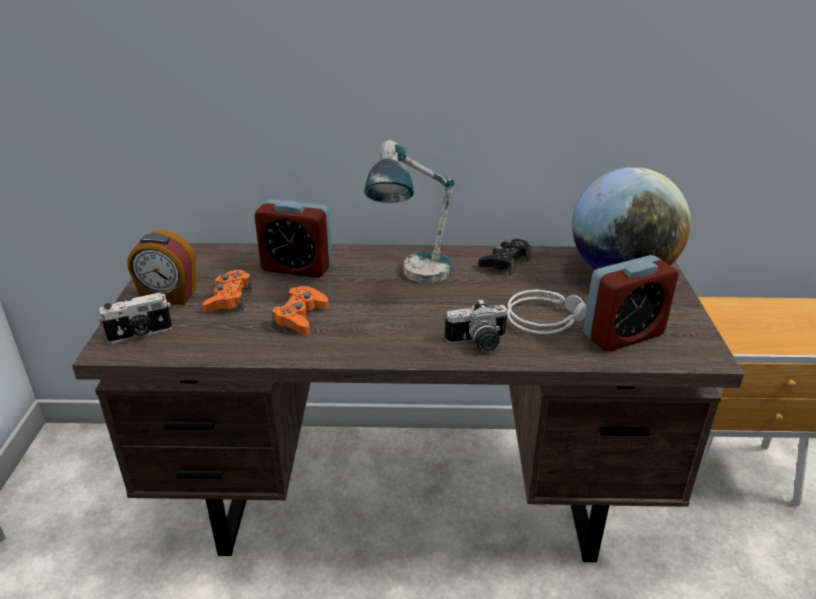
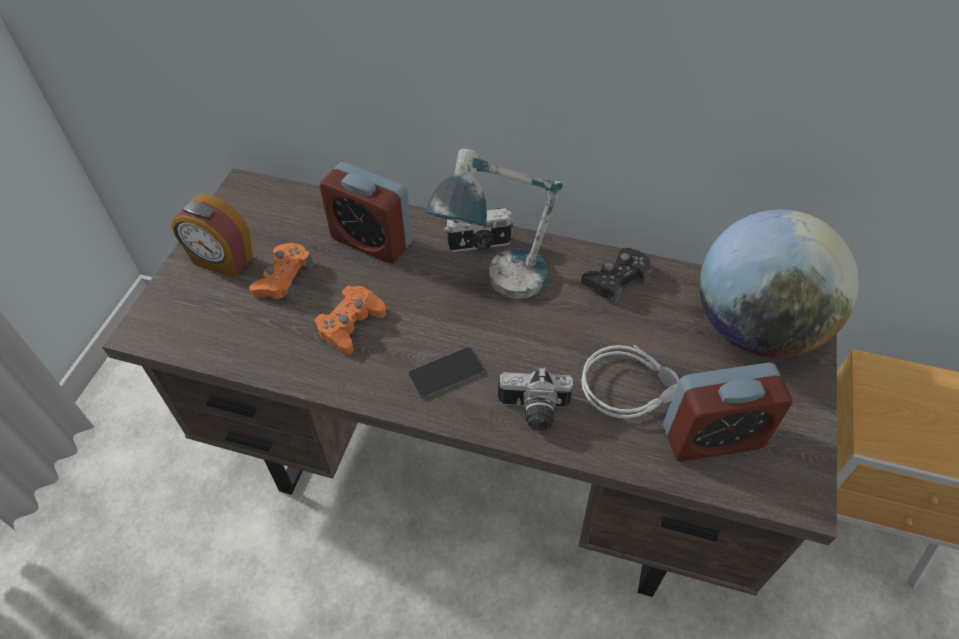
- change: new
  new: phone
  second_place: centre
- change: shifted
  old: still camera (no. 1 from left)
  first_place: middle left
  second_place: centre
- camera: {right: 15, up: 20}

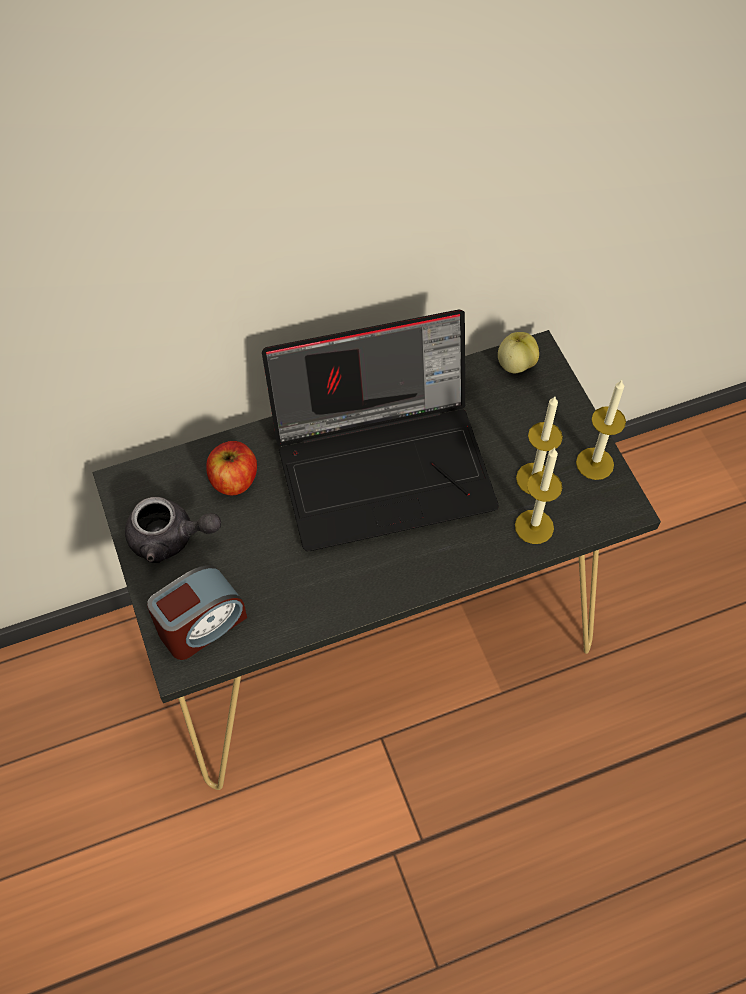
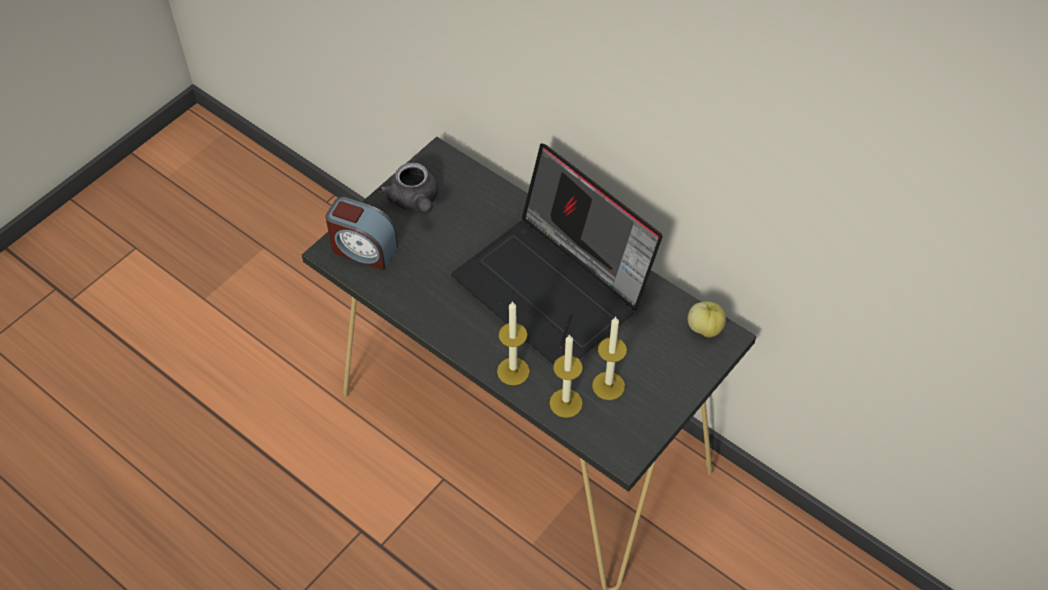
- change: gone
  old: whole apple (no. 1 from left)
  first_place: middle left
- change: shifted
  old: candle (no. 3 from left in the first image)
  new: candle (no. 1 from left)
  first_place: middle right
  second_place: centre
- camera: {right: 60, up: -5}

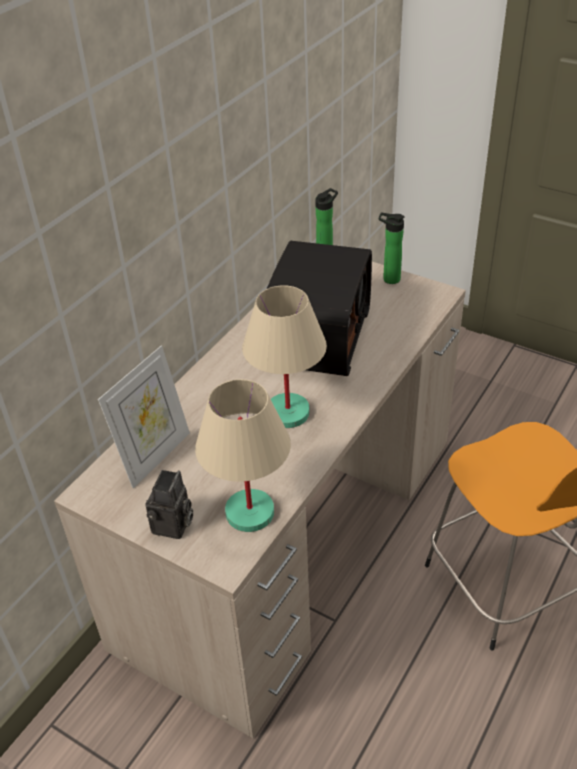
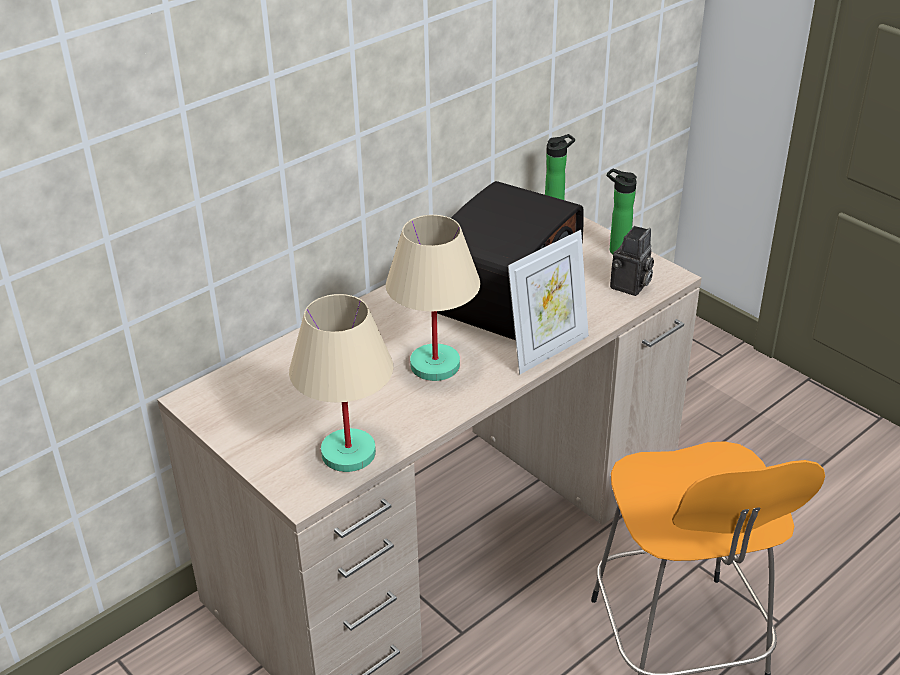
- change: shifted
  old: photo frame
  first_place: middle left
  second_place: centre
- change: shifted
  old: still camera
  first_place: middle left
  second_place: middle right
- camera: {right: 15, up: -5}

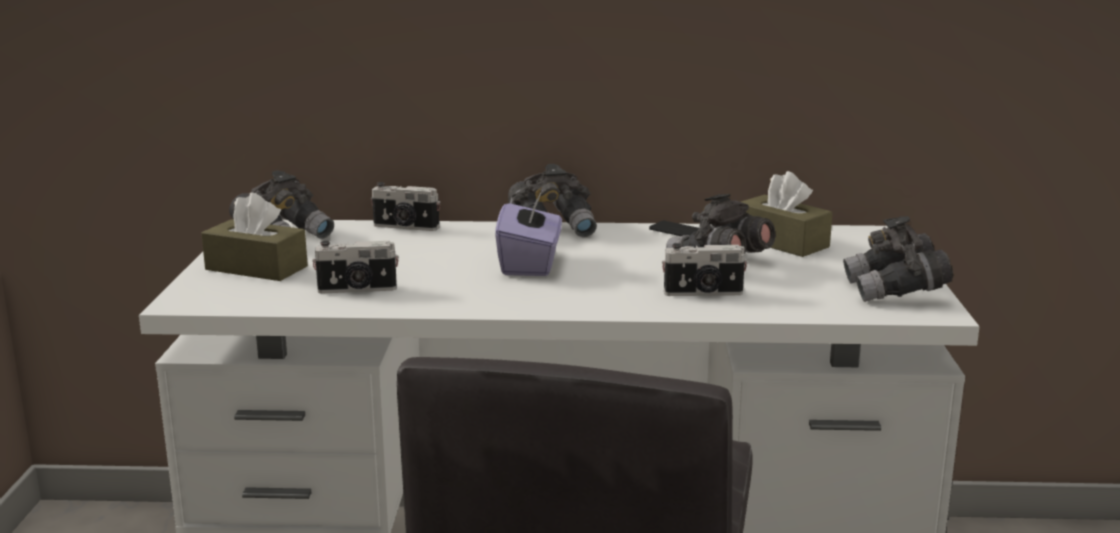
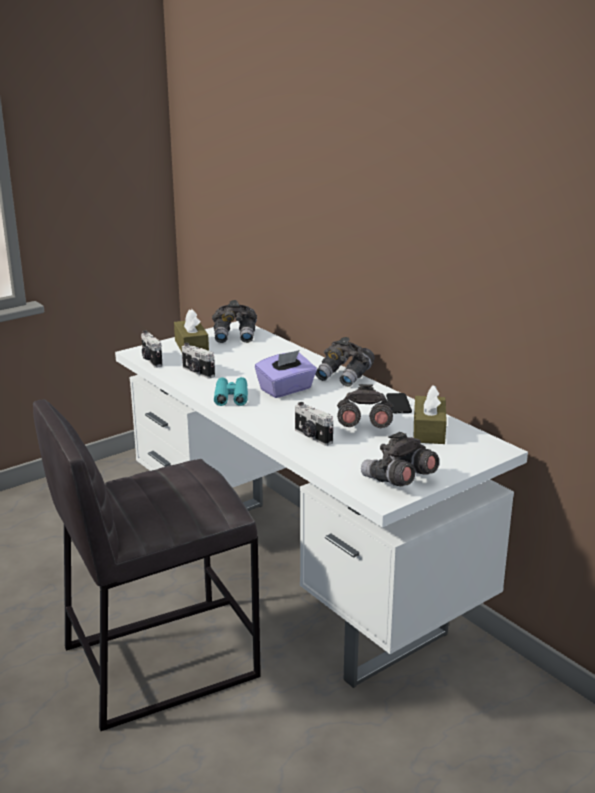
- change: new
  new: blue-green field glasses
  second_place: centre
- change: shifted
  old: still camera (no. 2 from left in the first image)
  new: still camera (no. 1 from left)
  first_place: centre
  second_place: middle left
- camera: {right: 50, up: 5}

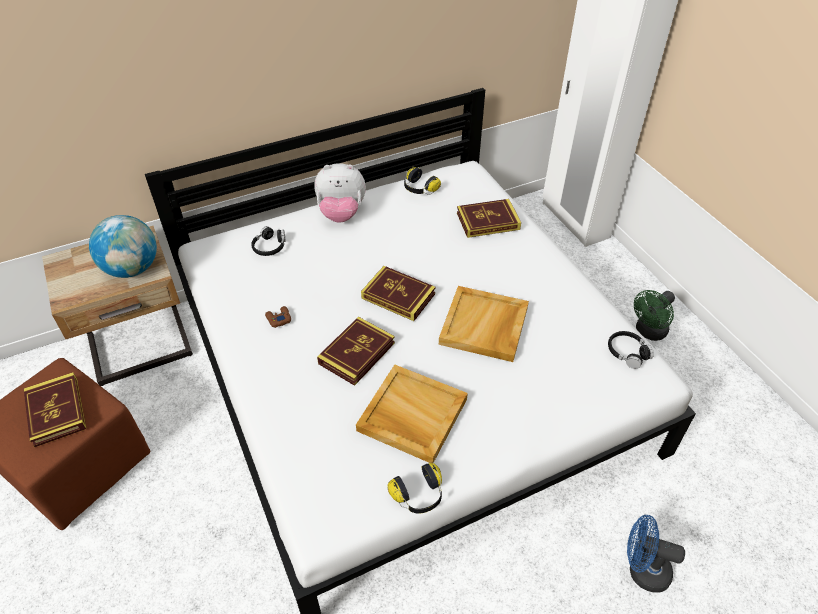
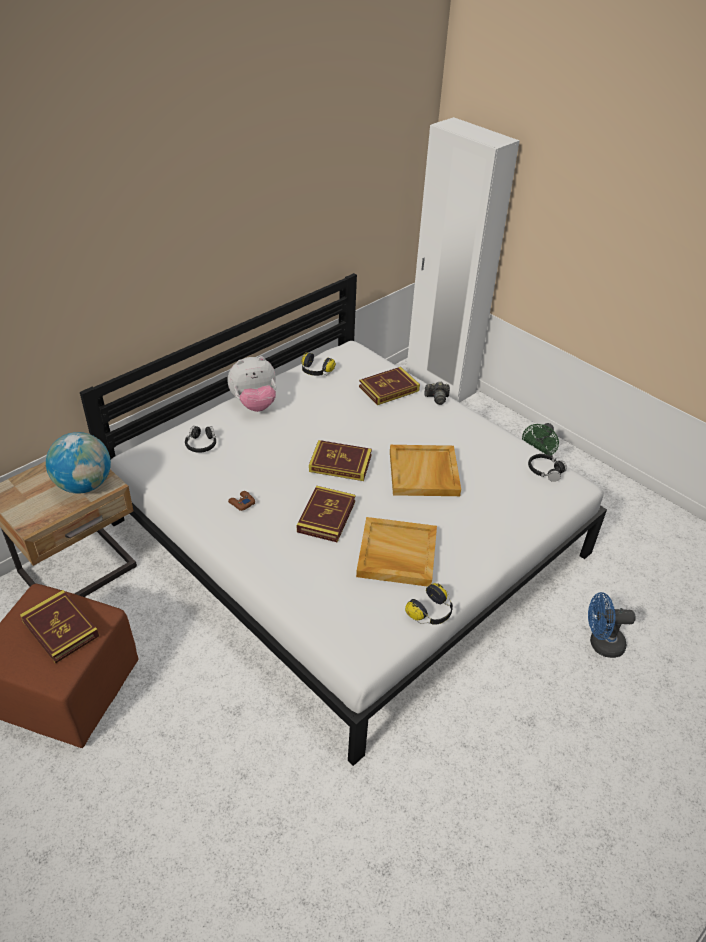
- change: new
  new: still camera
  second_place: centre
- camera: {right: -20, up: -5}

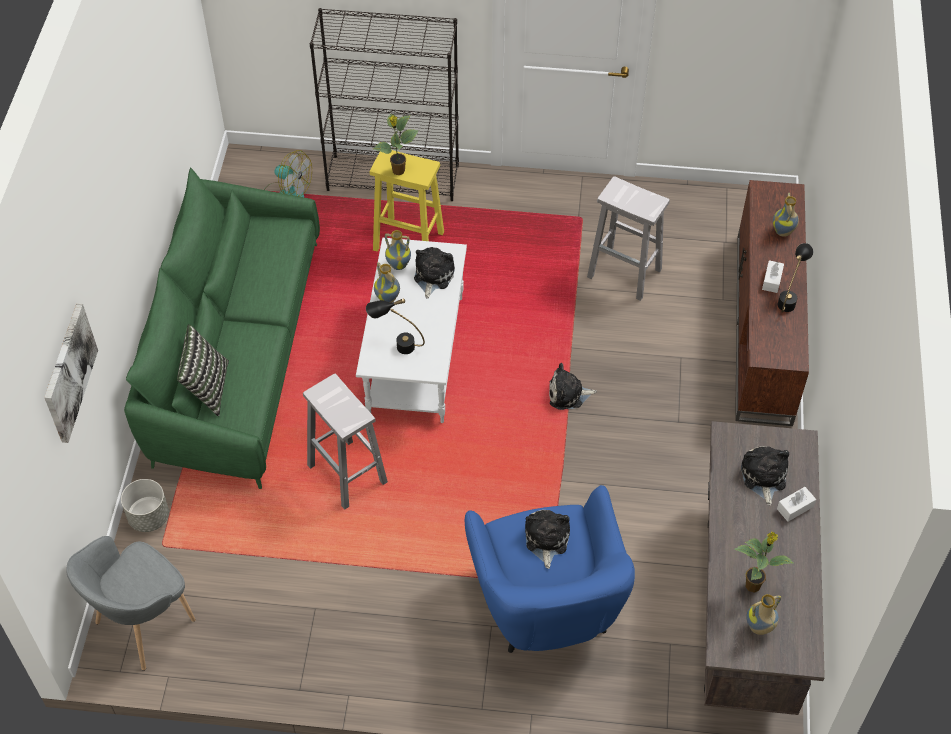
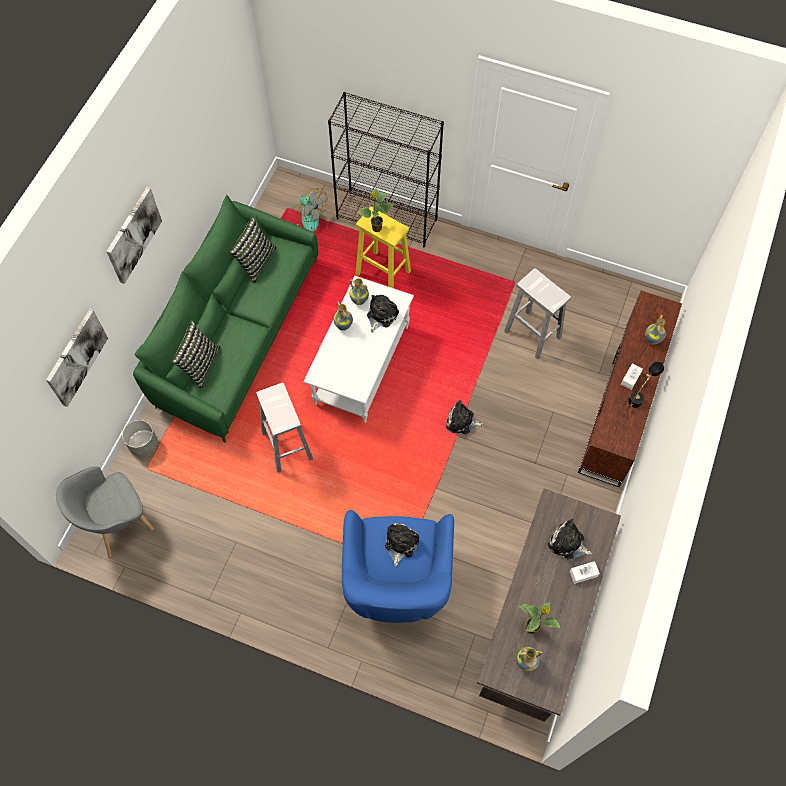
- change: gone
  old: blackish table lamp (no. 1 from left)
  first_place: centre
- change: new
  new: wall picture (no. 2 from left)
  second_place: top left
- change: new
  new: pillow (no. 2 from left)
  second_place: top left
- change: rotated
  old: plush toy (no. 4 from left)
  first_place: middle right
  second_place: bottom right
  degrees: -75
- camera: {right: 15, up: 10}

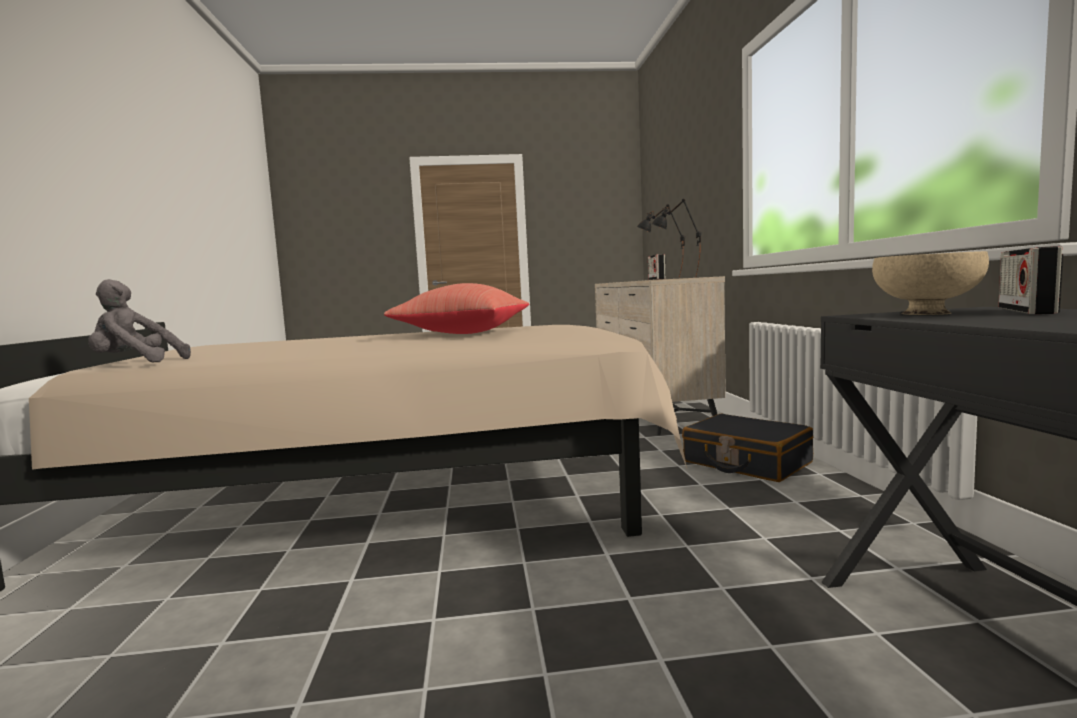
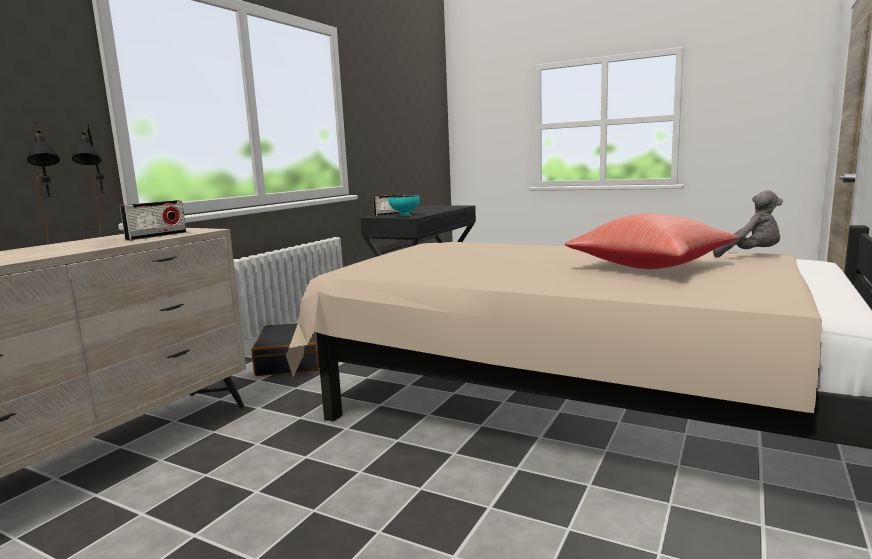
- change: shifted
  old: red pillow
  first_place: centre
  second_place: middle right
- change: repainted
  old: sand-coloured serving bowl
  new: blue-green serving bowl
  first_place: middle right
  second_place: centre
- camera: {right: -145, up: 5}

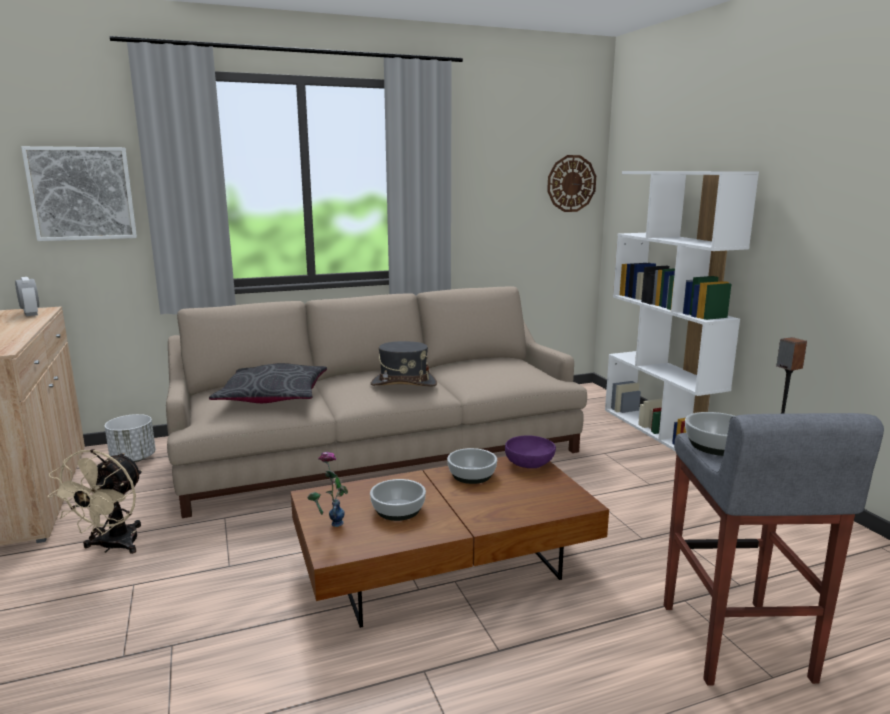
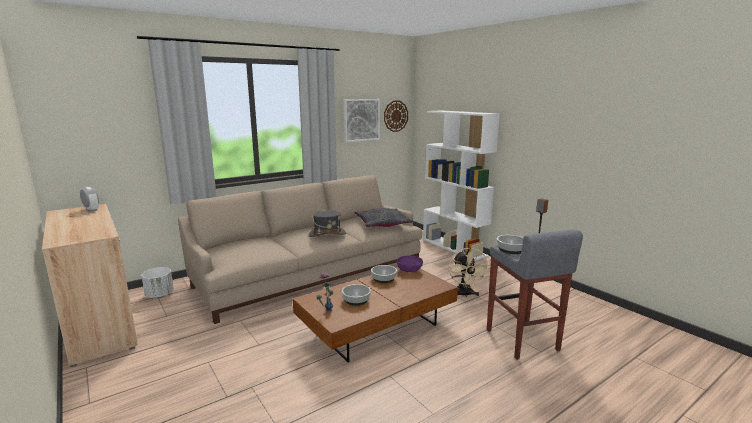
- change: shifted
  old: wall picture
  first_place: top left
  second_place: top centre
- change: shifted
  old: sand-coloured electric fan
  first_place: bottom left
  second_place: centre
- change: shifted
  old: greyish pillow
  first_place: middle left
  second_place: centre
- camera: {right: -15, up: 0}

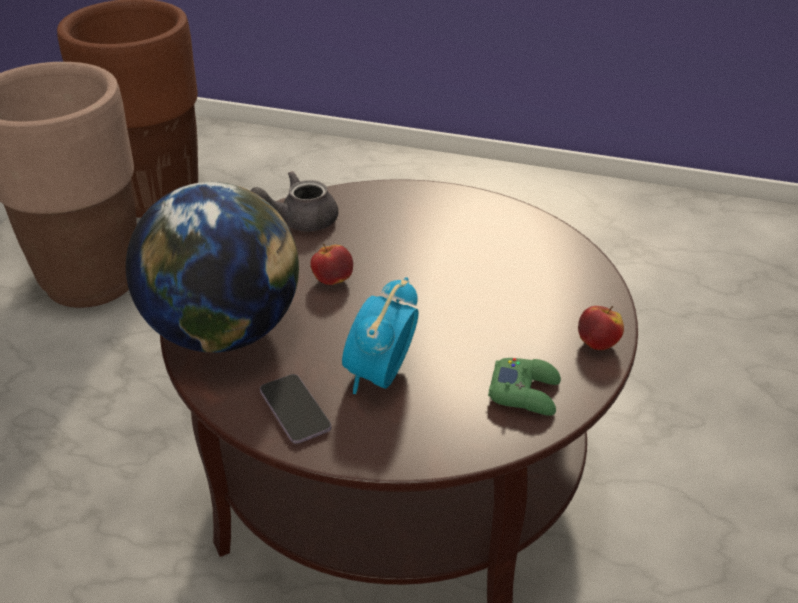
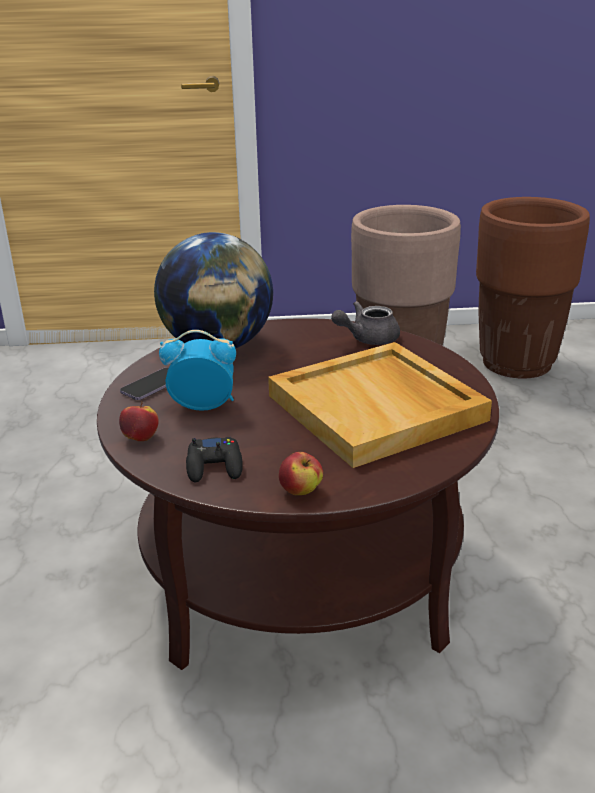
- change: new
  new: sand-coloured serving tray
  second_place: centre
- change: shifted
  old: whole apple (no. 1 from left)
  first_place: centre
  second_place: middle left
- change: repainted
  old: greenish game controller
  new: blackish game controller
  first_place: centre
  second_place: centre
- change: rotated
  old: greyish tea pot
  first_place: centre
  second_place: centre
  degrees: -75
- camera: {right: 70, up: -10}

